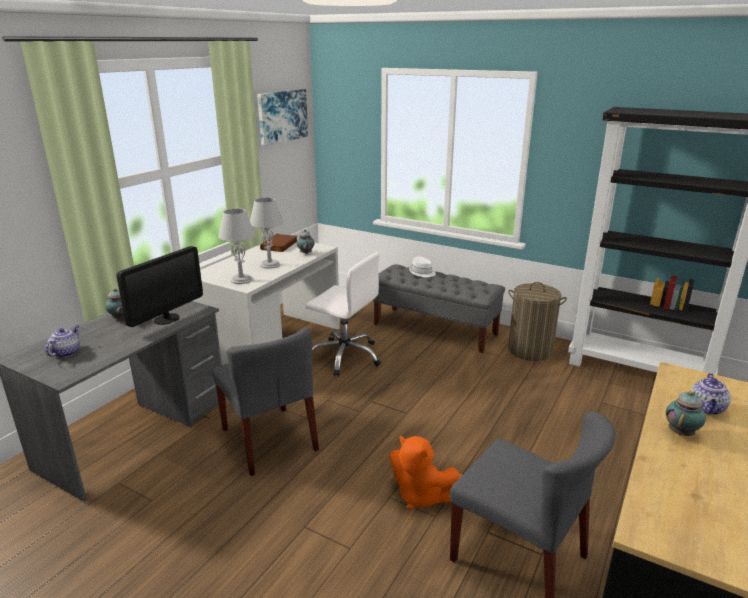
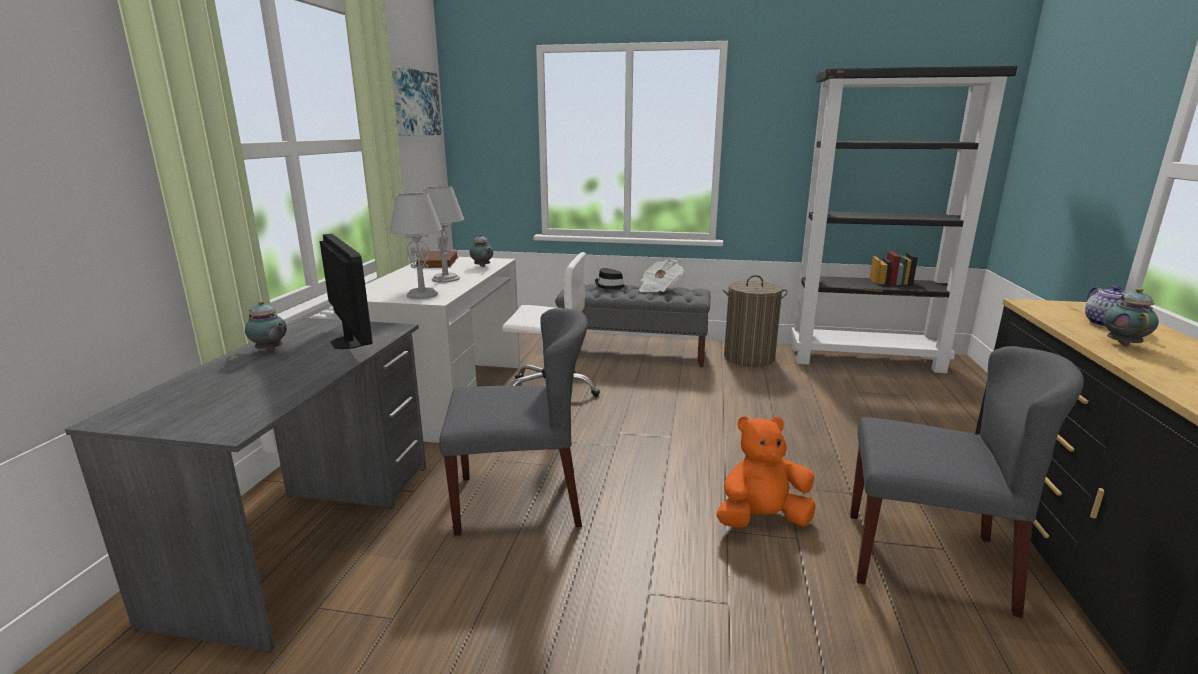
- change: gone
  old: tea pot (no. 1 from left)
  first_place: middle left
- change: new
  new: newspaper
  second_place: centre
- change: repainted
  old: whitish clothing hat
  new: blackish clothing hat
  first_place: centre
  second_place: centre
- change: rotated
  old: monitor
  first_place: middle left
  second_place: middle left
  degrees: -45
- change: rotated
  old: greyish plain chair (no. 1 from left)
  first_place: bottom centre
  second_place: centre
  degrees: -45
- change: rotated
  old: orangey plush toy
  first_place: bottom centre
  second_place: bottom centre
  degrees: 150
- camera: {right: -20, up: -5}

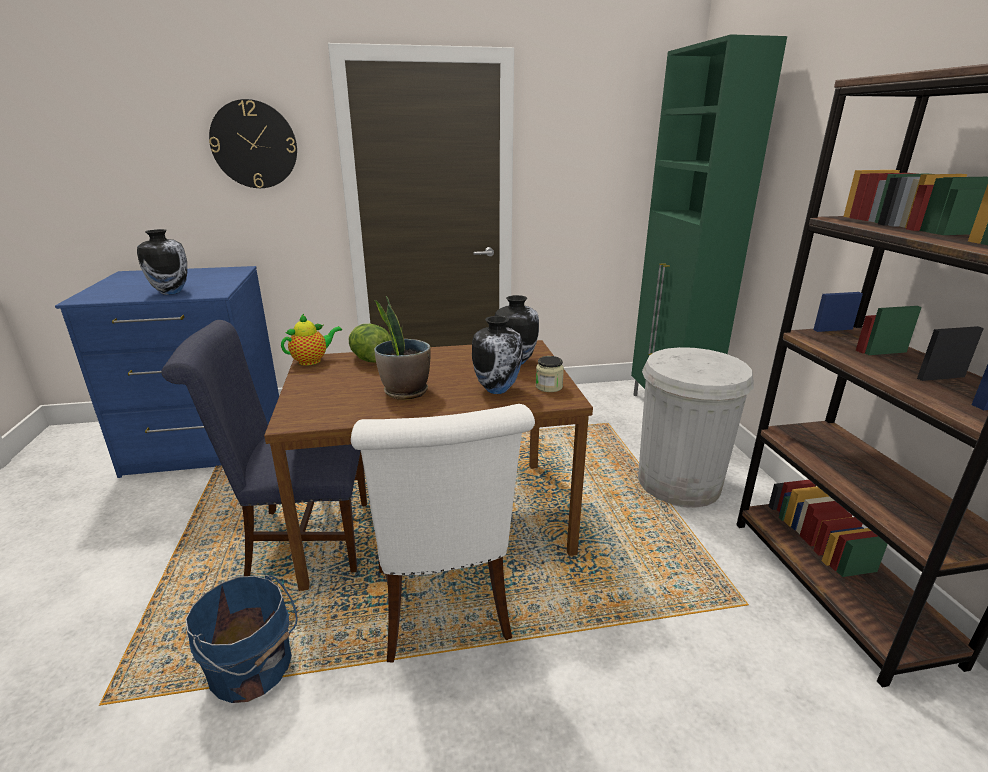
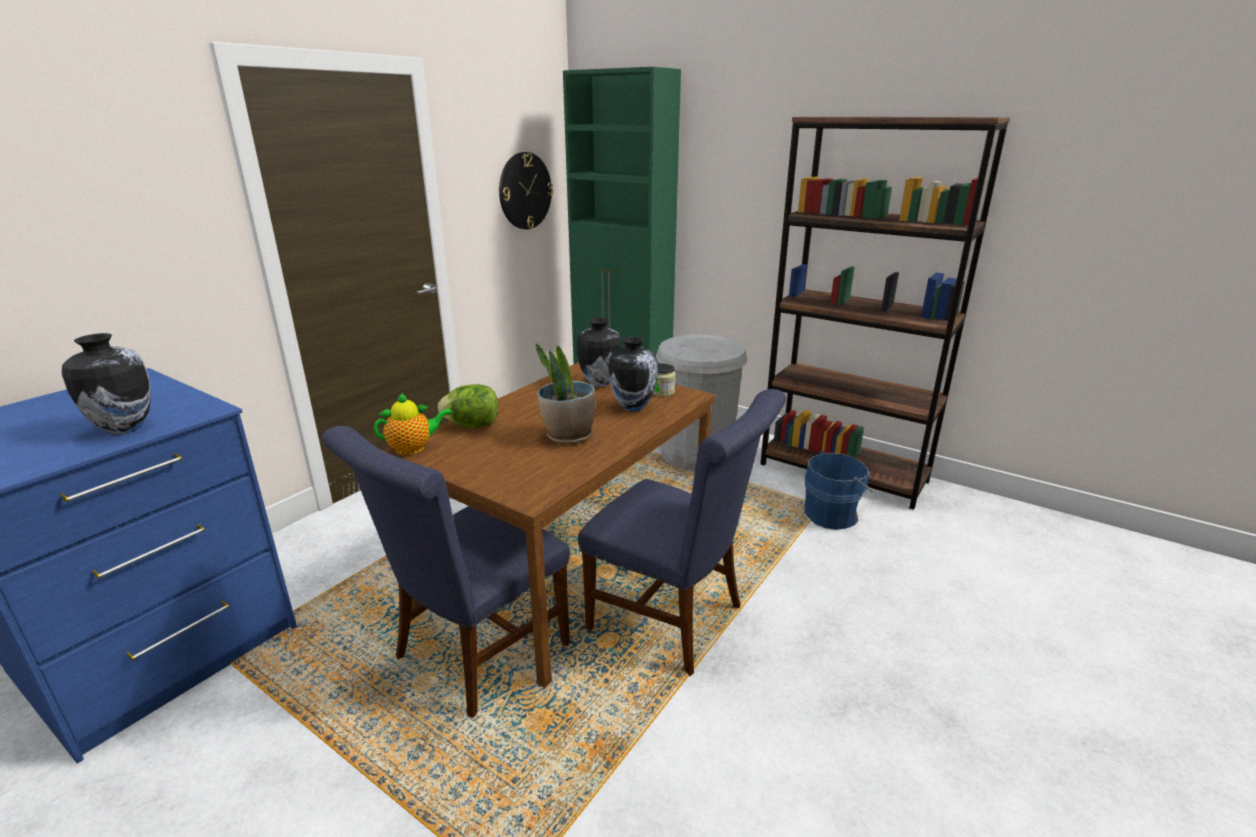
- change: shifted
  old: bluish bucket
  first_place: bottom left
  second_place: middle right
- change: shifted
  old: wall clock
  first_place: top left
  second_place: top centre
- change: repainted
  old: whitish plain chair
  new: bluish plain chair (no. 2 from left)
  first_place: bottom centre
  second_place: centre
- change: rotated
  old: tea pot
  first_place: middle left
  second_place: middle left
  degrees: 60
- camera: {right: -45, up: 0}

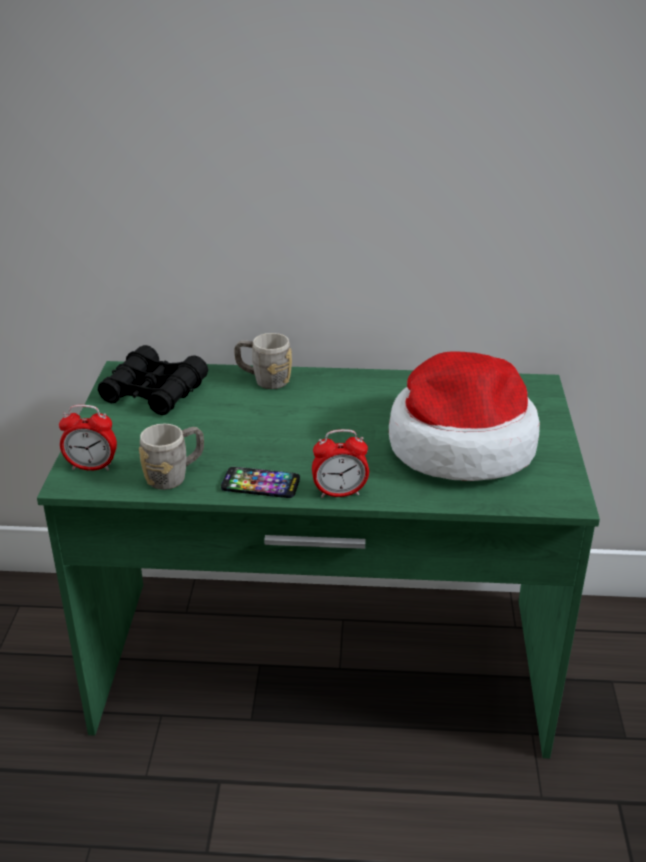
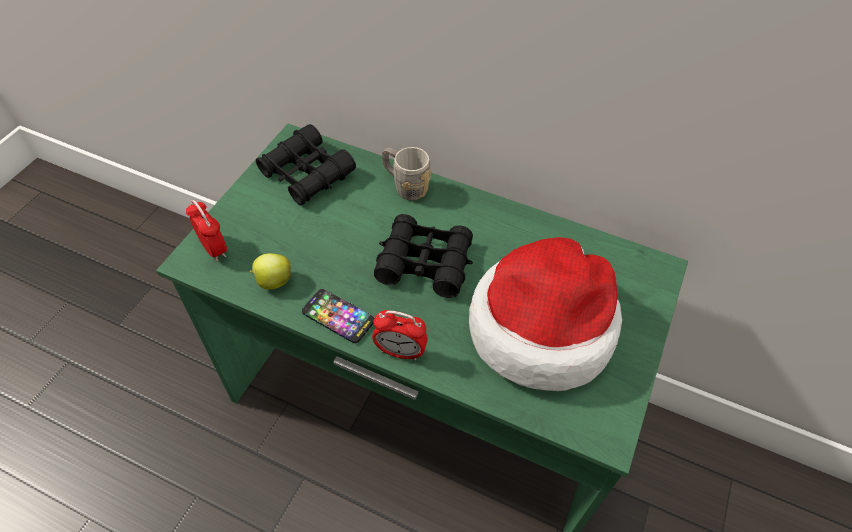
- change: new
  new: blackish field glasses (no. 2 from left)
  second_place: centre
- change: swapped
  old: greyish coffee mug (no. 1 from left)
  new: whole apple
  first_place: middle left
  second_place: middle left
- change: rotated
  old: table clock (no. 1 from left)
  first_place: middle left
  second_place: middle left
  degrees: -150
- camera: {right: 20, up: 20}

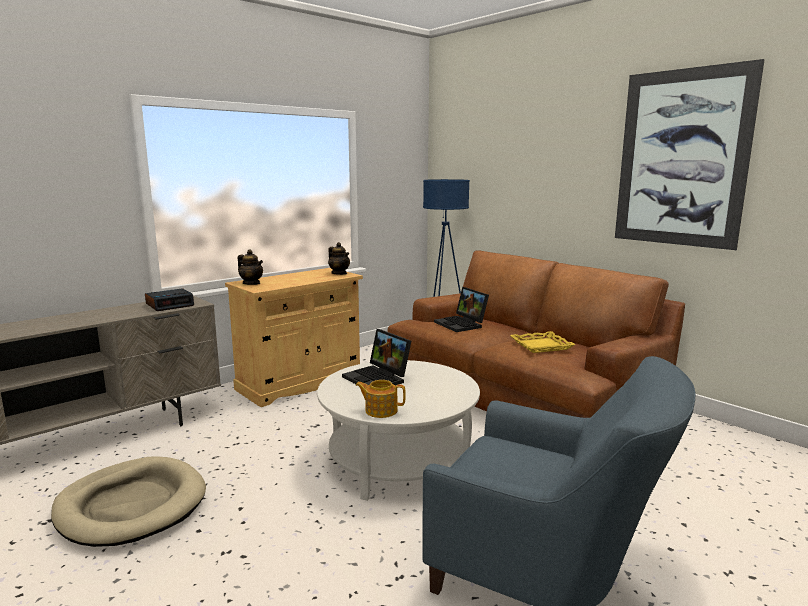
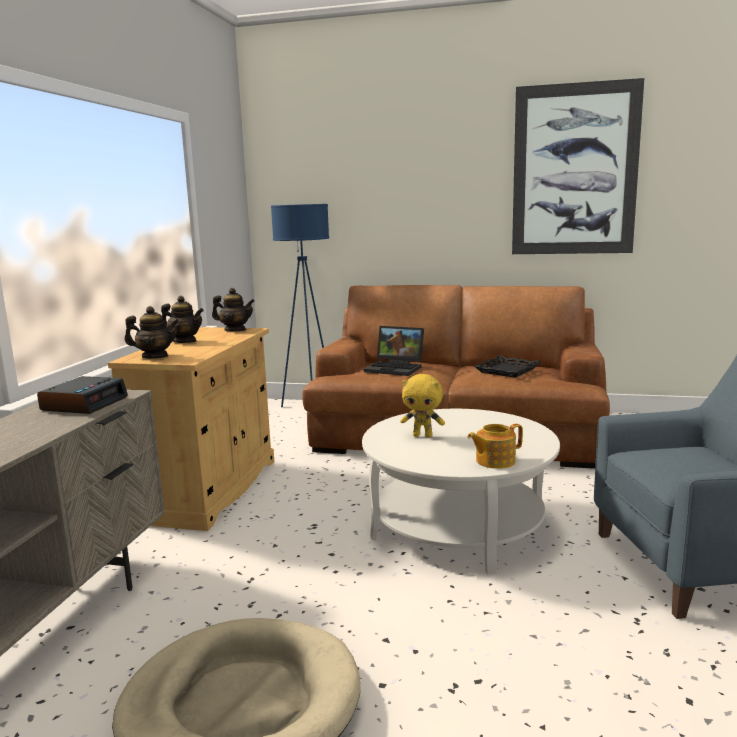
- change: new
  new: tea pot (no. 2 from left)
  second_place: middle left
- change: swapped
  old: portable computer (no. 1 from left)
  new: yellow plush toy
  first_place: centre
  second_place: centre
- change: repainted
  old: yellow serving tray
  new: blackish serving tray
  first_place: middle right
  second_place: middle right
- camera: {right: -35, up: 0}

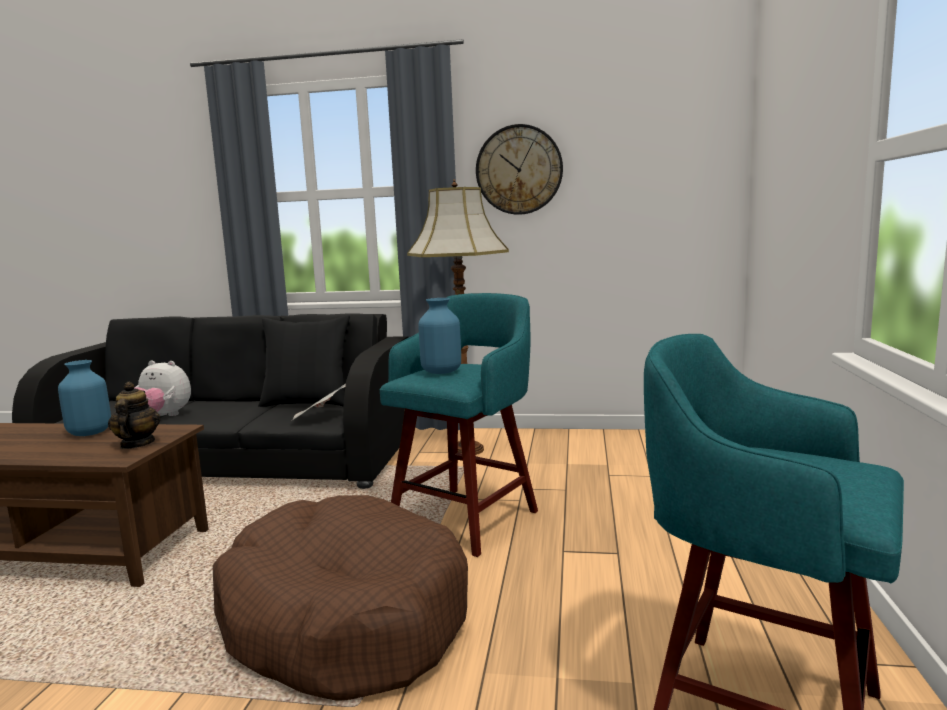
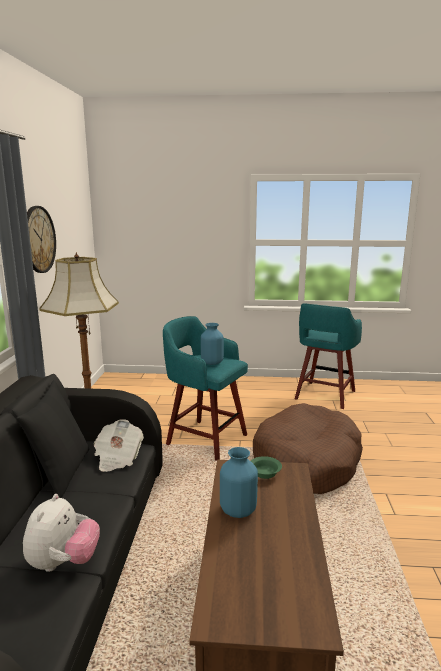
- change: swapped
  old: tea pot
  new: greenish serving bowl
  first_place: middle left
  second_place: bottom centre
- camera: {right: -95, up: 5}

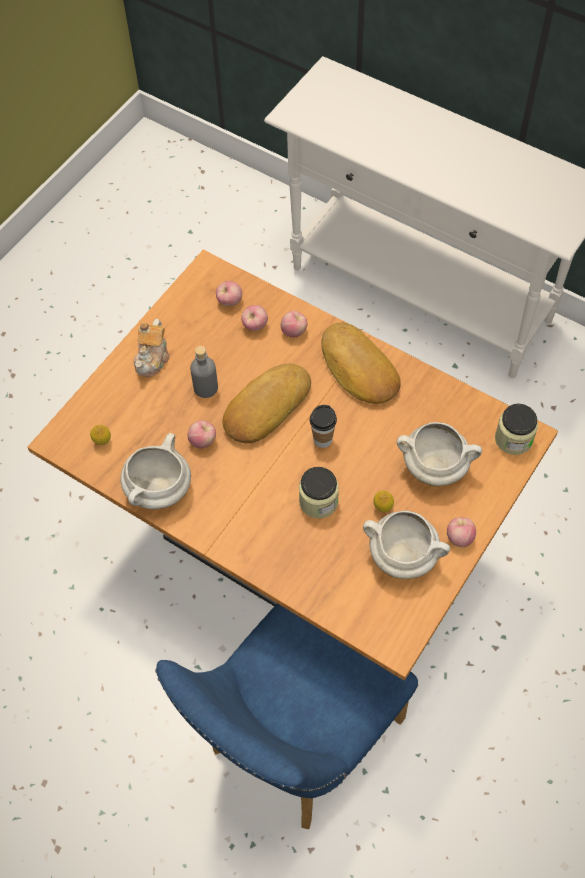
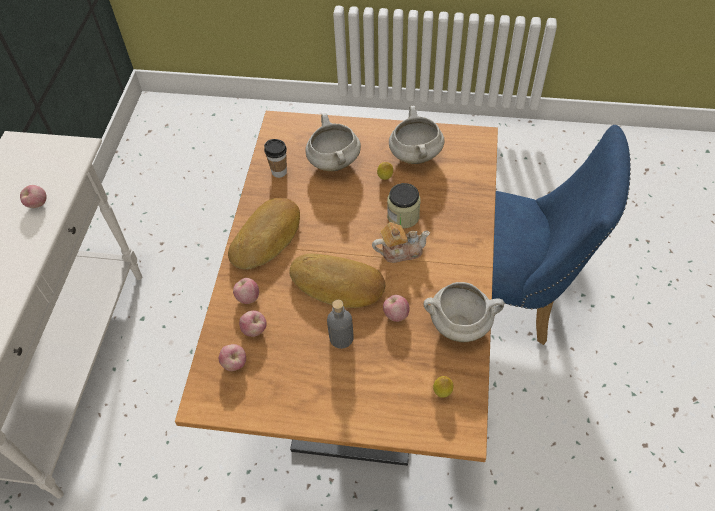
- change: gone
  old: storage jar (no. 2 from left)
  first_place: middle right
- change: shifted
  old: tea pot
  first_place: middle left
  second_place: centre
- change: shifted
  old: drinking cup
  first_place: centre
  second_place: top centre
- change: shifted
  old: whole apple (no. 5 from left in the first image)
  new: whole apple (no. 1 from left)
  first_place: middle right
  second_place: middle left
- camera: {right: -115, up: -5}

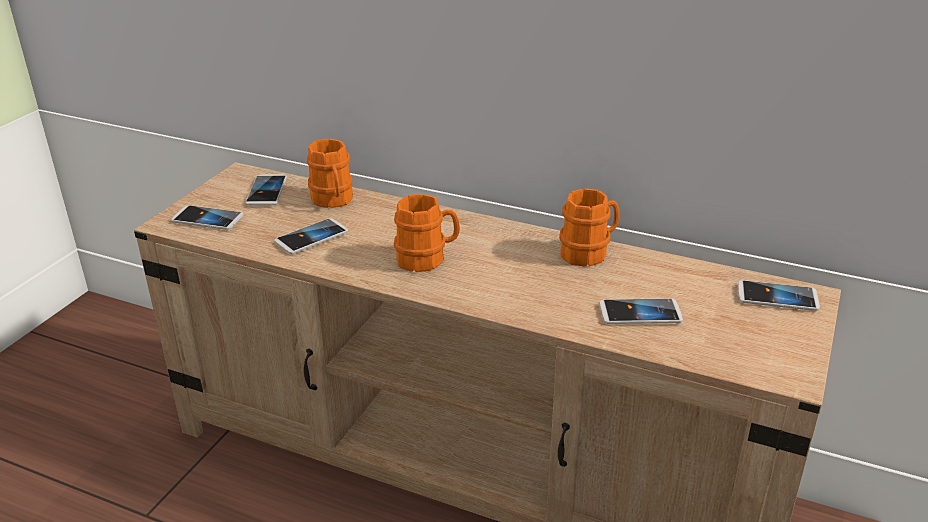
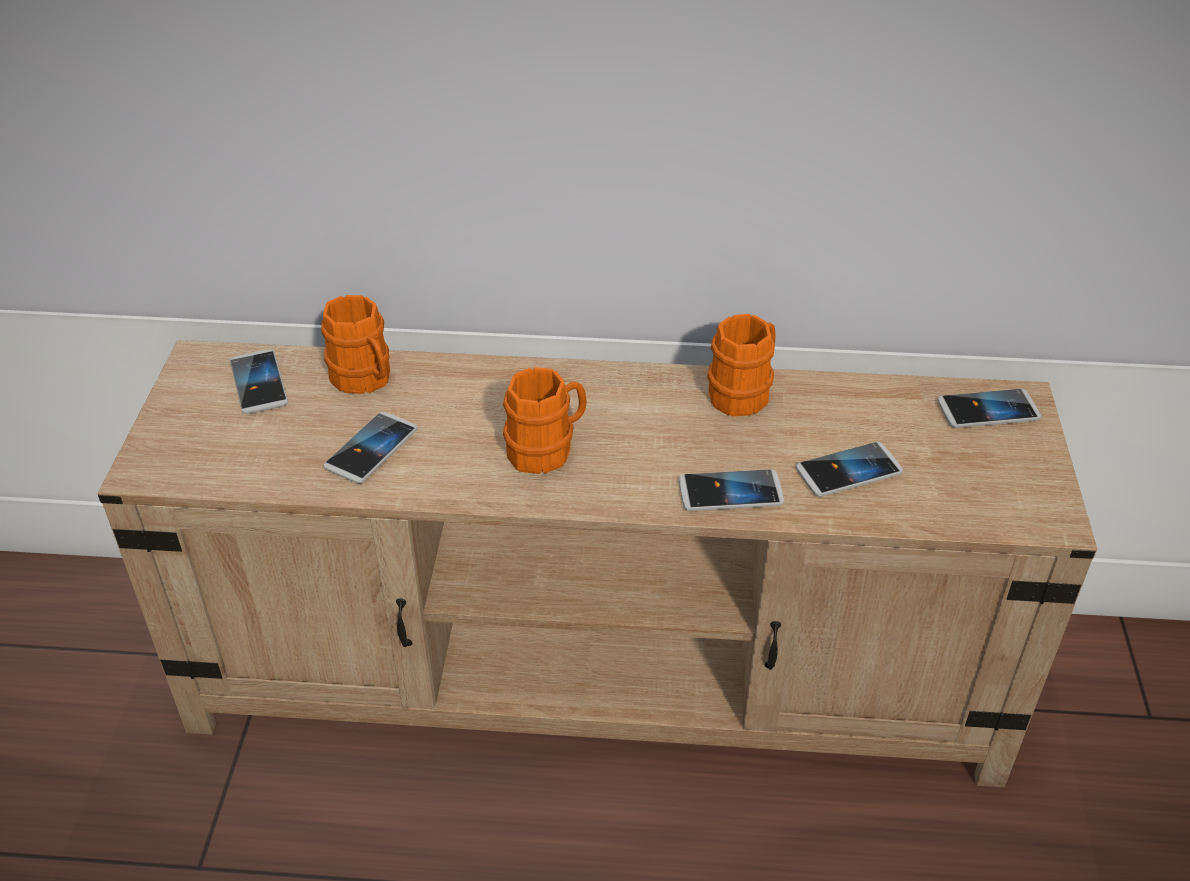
- change: shifted
  old: phone (no. 1 from left in the first image)
  new: phone (no. 3 from left)
  first_place: middle left
  second_place: centre
- camera: {right: -20, up: 10}

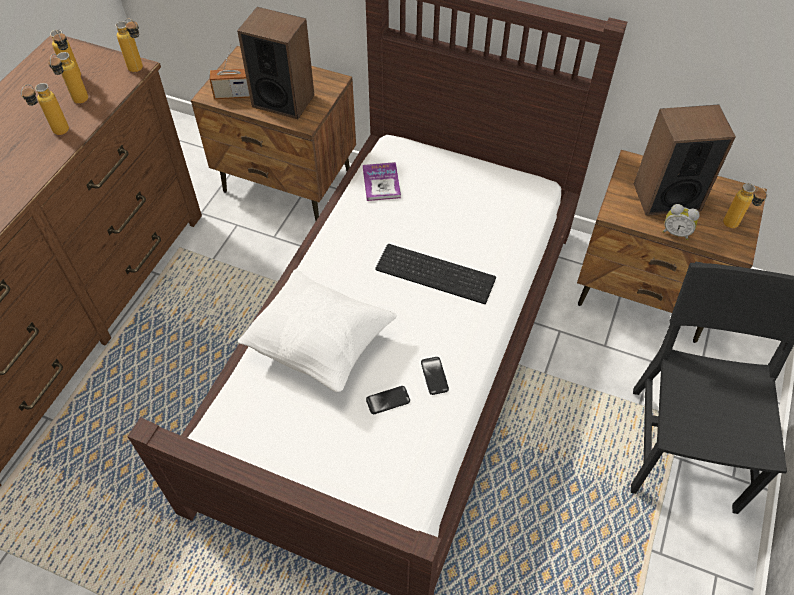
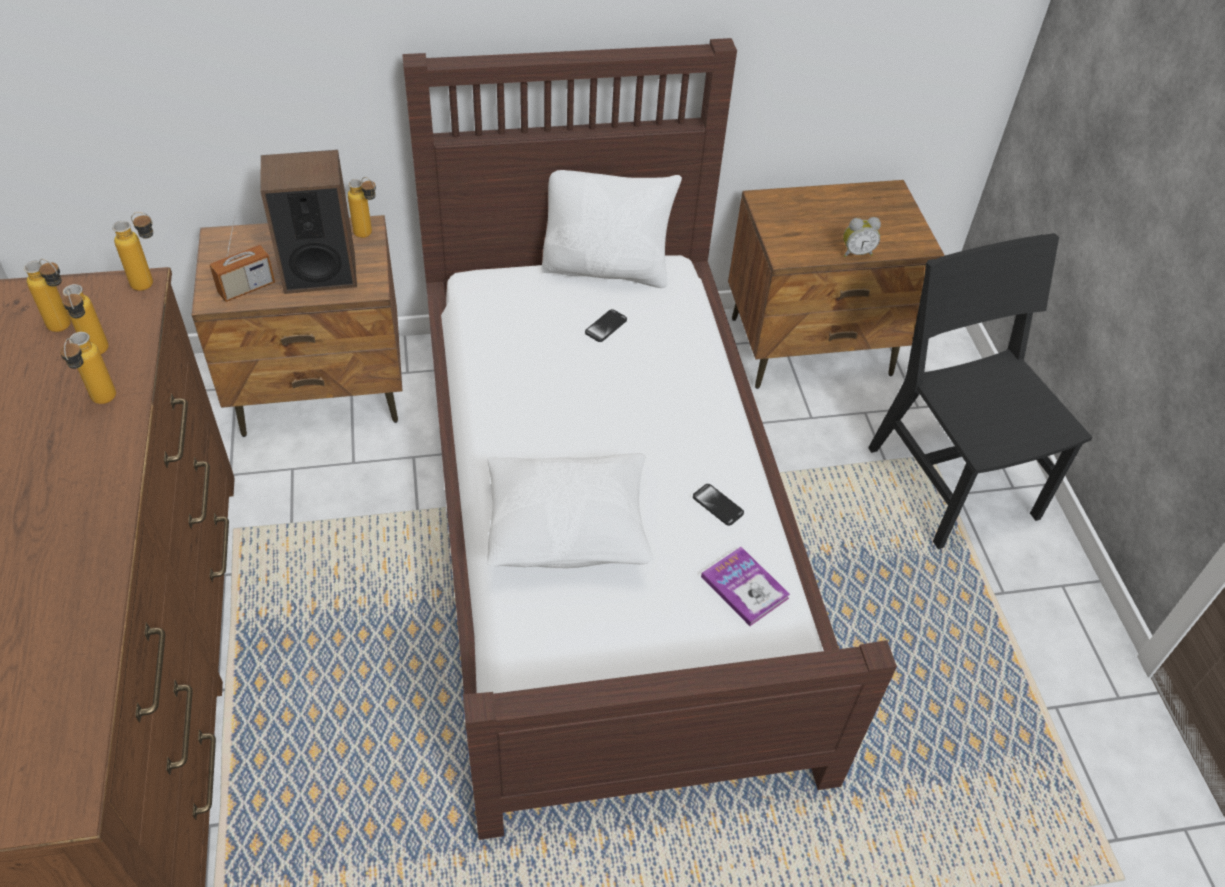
- change: gone
  old: computer keyboard
  first_place: centre
- change: gone
  old: loudspeaker (no. 2 from left)
  first_place: top right
- change: new
  new: whitish pillow (no. 2 from left)
  second_place: top centre
- change: shifted
  old: volume
  first_place: top centre
  second_place: centre
- change: shifted
  old: phone (no. 1 from left)
  first_place: bottom centre
  second_place: centre
- change: shifted
  old: drink bottle (no. 5 from left)
  first_place: middle right
  second_place: top left
- camera: {right: -35, up: -5}

